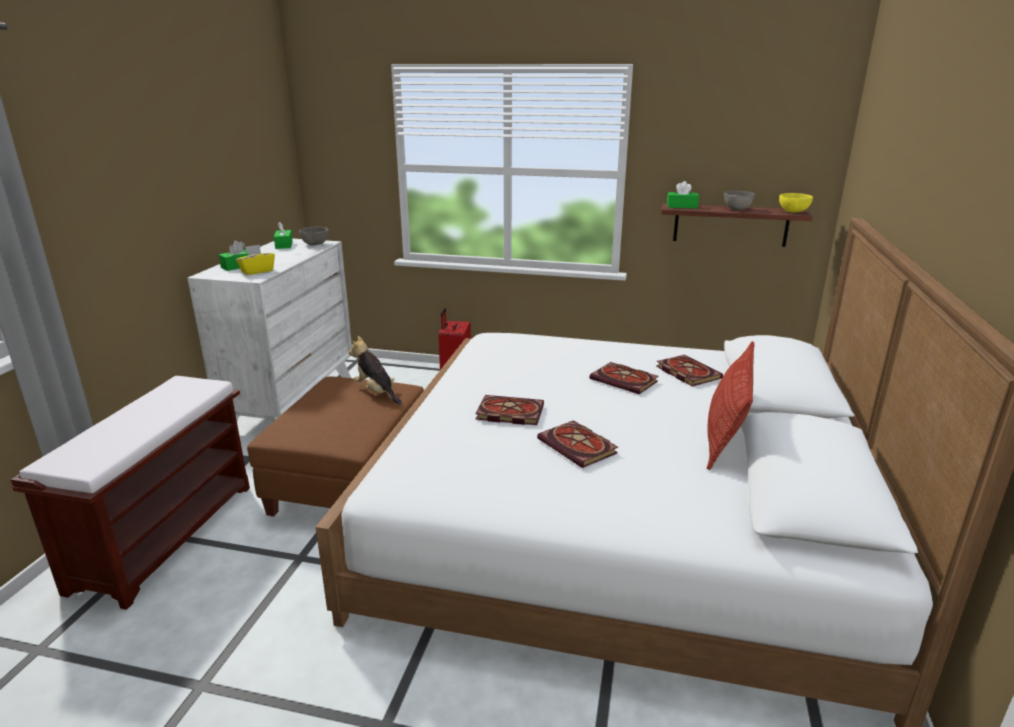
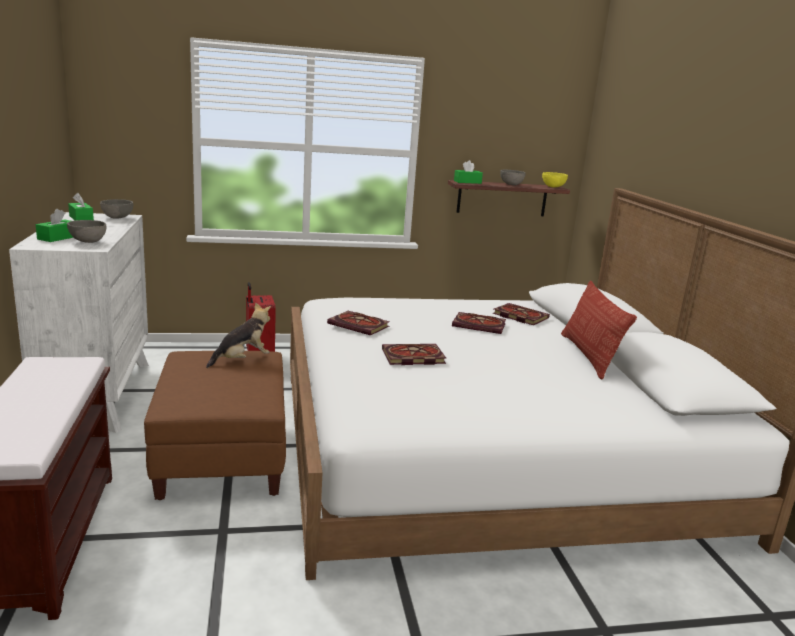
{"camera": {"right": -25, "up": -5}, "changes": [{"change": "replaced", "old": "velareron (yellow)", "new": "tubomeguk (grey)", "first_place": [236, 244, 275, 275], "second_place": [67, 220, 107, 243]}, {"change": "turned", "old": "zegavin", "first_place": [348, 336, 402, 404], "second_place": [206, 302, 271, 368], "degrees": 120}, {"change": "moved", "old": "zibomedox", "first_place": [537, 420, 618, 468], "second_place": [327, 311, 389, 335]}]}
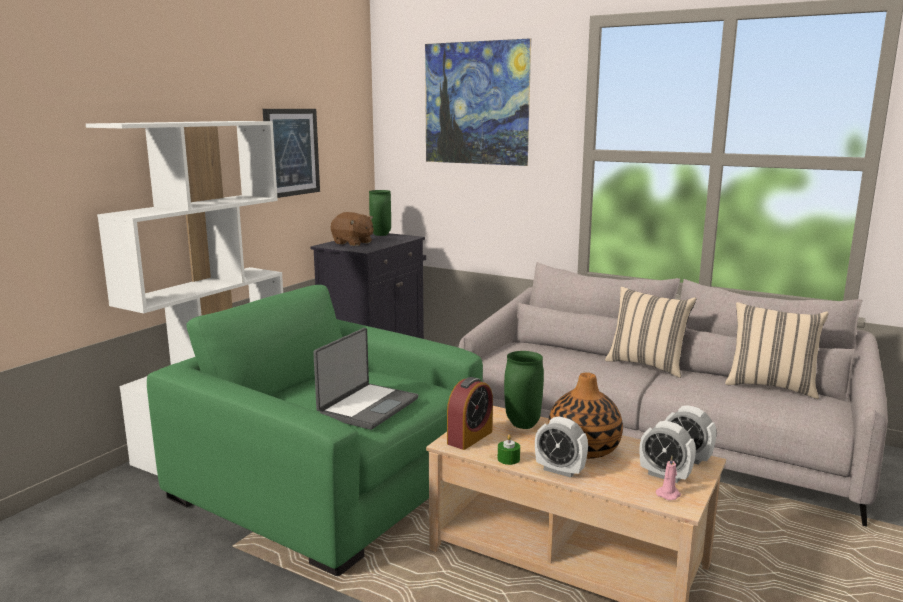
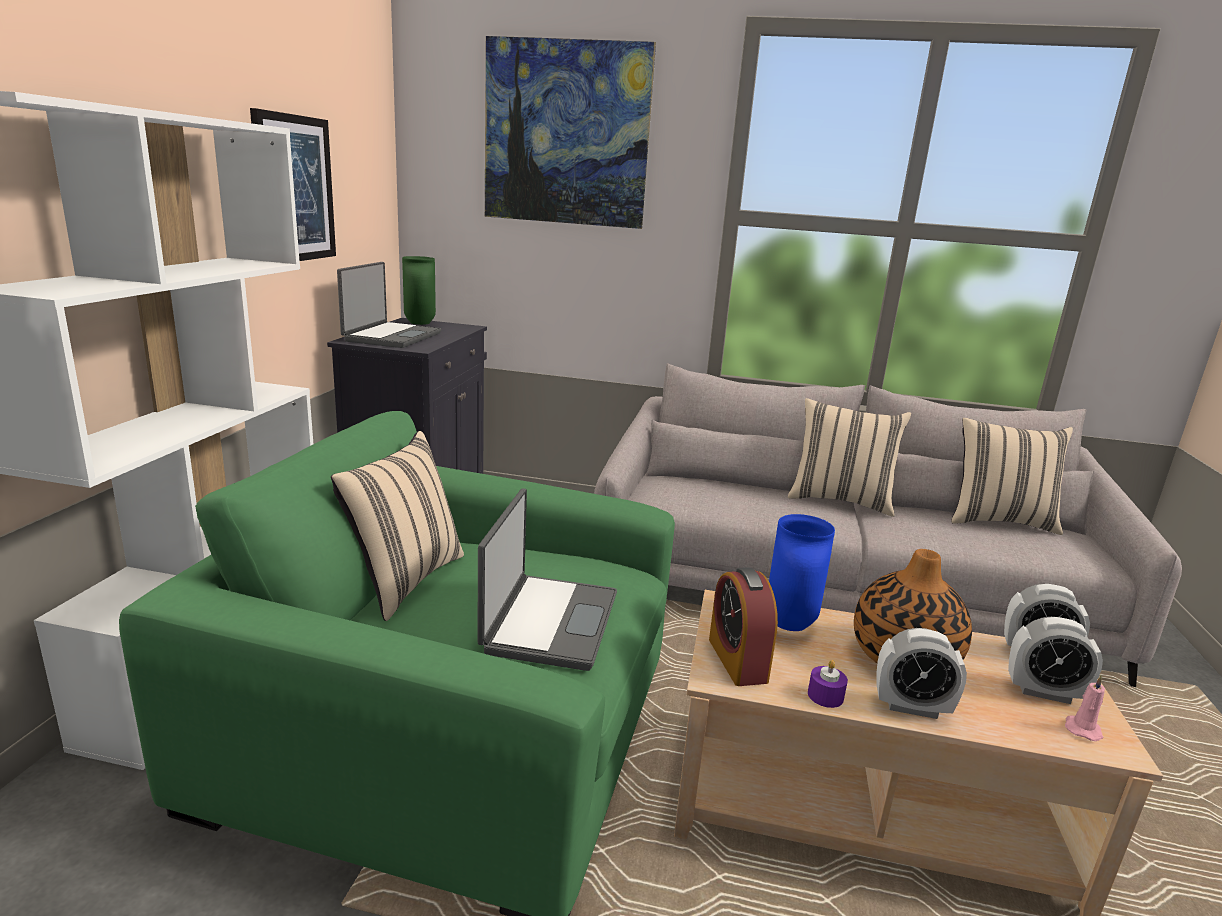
{"camera": {"right": -20, "up": 5}, "changes": [{"change": "replaced", "old": "zegavin (brown)", "new": "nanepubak", "first_place": [331, 212, 373, 246], "second_place": [337, 262, 441, 348]}, {"change": "recoloured", "old": "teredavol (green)", "new": "teredavol (blue)", "first_place": [504, 351, 544, 429], "second_place": [769, 514, 835, 631]}, {"change": "turned", "old": "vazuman", "first_place": [447, 377, 493, 450], "second_place": [709, 567, 778, 686], "degrees": 150}, {"change": "recoloured", "old": "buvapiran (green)", "new": "buvapiran (purple)", "first_place": [498, 435, 520, 465], "second_place": [808, 660, 848, 708]}, {"change": "added", "new": "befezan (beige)", "second_place": [331, 431, 464, 621]}]}
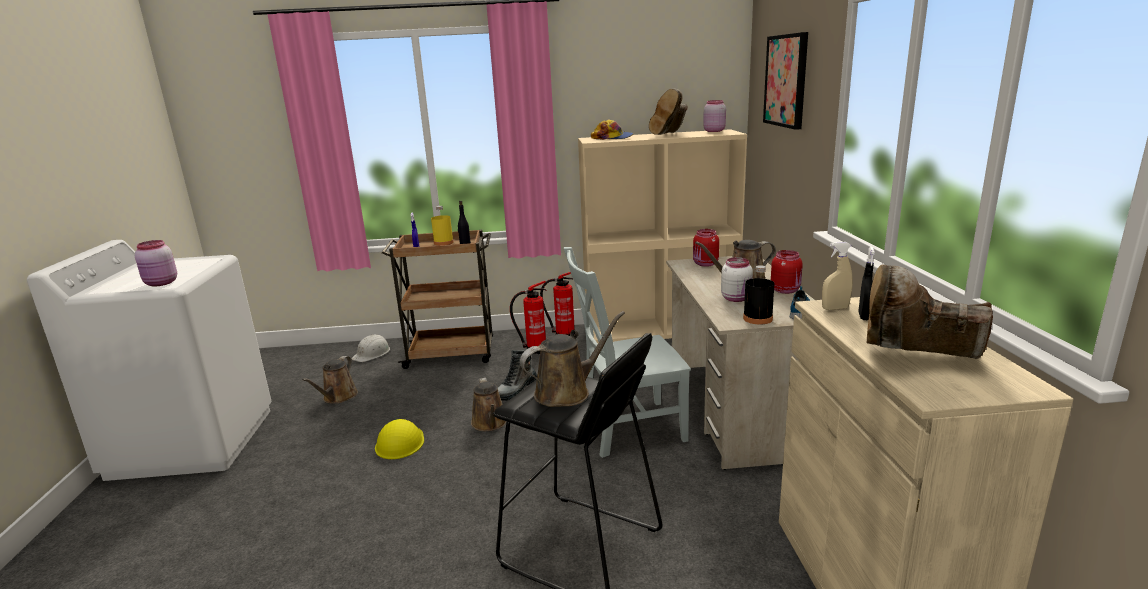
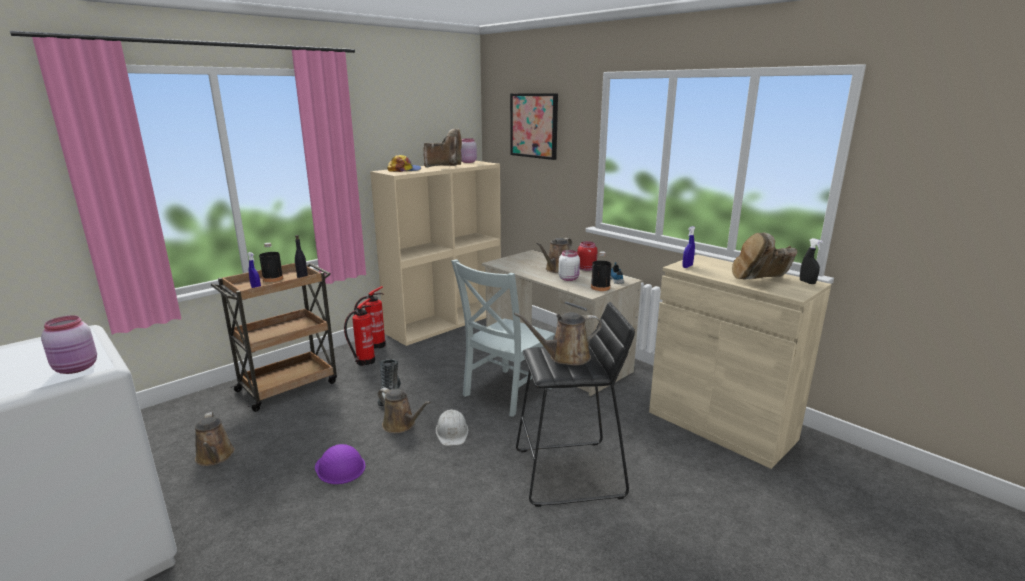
{"camera": {"right": -40, "up": 0}, "changes": [{"change": "turned", "old": "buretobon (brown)", "first_place": [649, 89, 688, 135], "second_place": [423, 128, 462, 167], "degrees": -90}, {"change": "recoloured", "old": "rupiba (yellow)", "new": "rupiba (black)", "first_place": [431, 206, 454, 246], "second_place": [259, 243, 283, 282]}, {"change": "removed", "old": "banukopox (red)", "first_place": [693, 229, 719, 267]}, {"change": "recoloured", "old": "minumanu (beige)", "new": "minumanu (blue)", "first_place": [822, 242, 853, 310], "second_place": [682, 226, 695, 268]}, {"change": "moved", "old": "minumanu (black)", "first_place": [858, 247, 875, 320], "second_place": [800, 238, 823, 284]}, {"change": "turned", "old": "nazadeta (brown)", "first_place": [520, 311, 625, 407], "second_place": [514, 312, 602, 366], "degrees": -120}, {"change": "moved", "old": "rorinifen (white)", "first_place": [351, 335, 390, 362], "second_place": [436, 409, 469, 446]}, {"change": "recoloured", "old": "rorinifen (yellow)", "new": "rorinifen (purple)", "first_place": [375, 419, 424, 459], "second_place": [315, 444, 366, 484]}]}
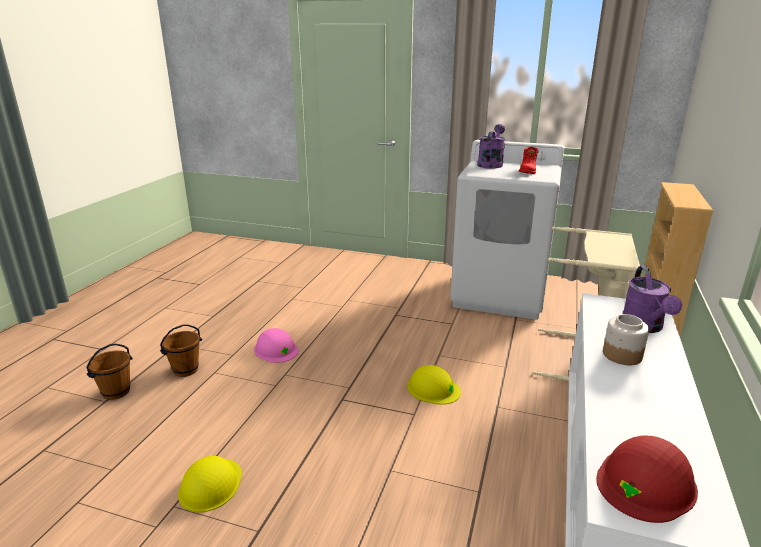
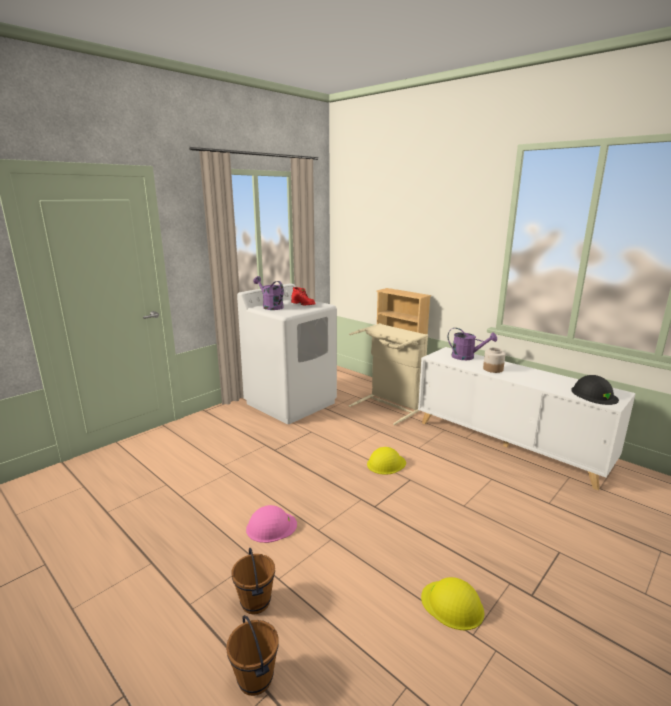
{"camera": {"right": -65, "up": -5}, "changes": [{"change": "recoloured", "old": "rorinifen (red)", "new": "rorinifen (black)", "first_place": [596, 436, 698, 523], "second_place": [571, 375, 619, 405]}]}
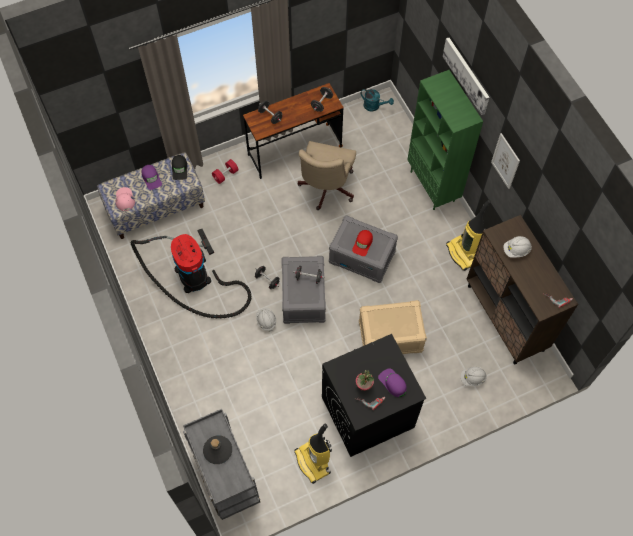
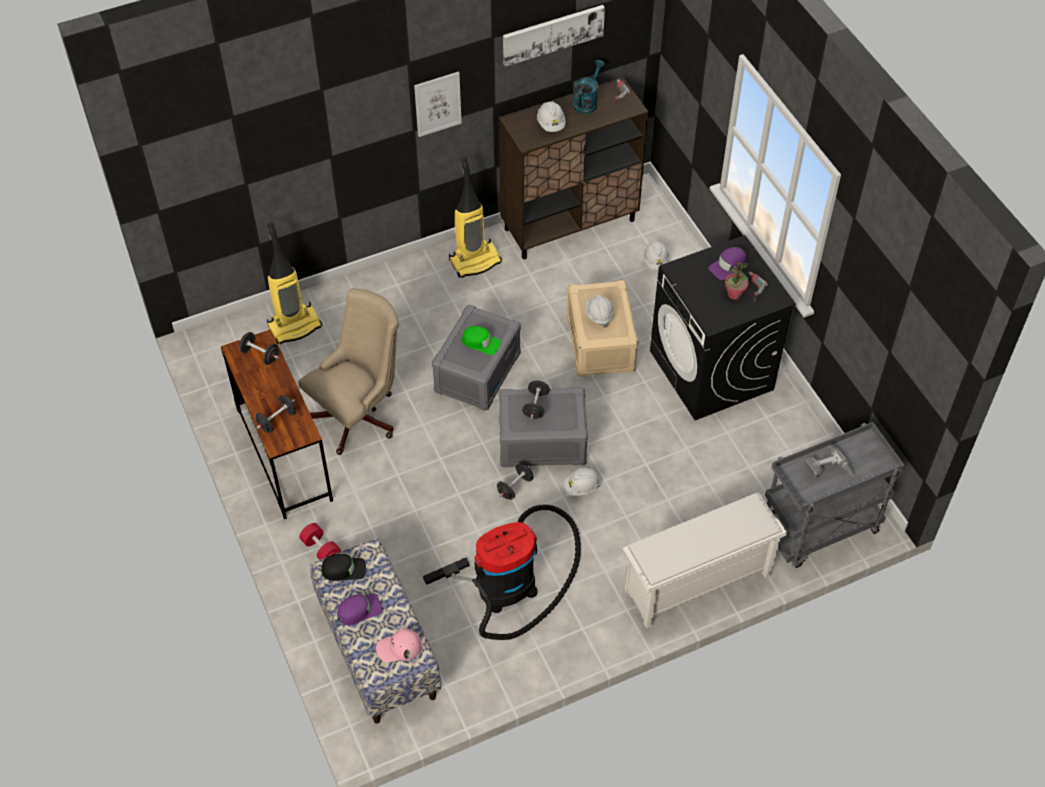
{"camera": {"right": -90, "up": -10}, "changes": [{"change": "moved", "old": "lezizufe", "first_place": [443, 38, 489, 115], "second_place": [503, 5, 605, 67]}, {"change": "removed", "old": "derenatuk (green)", "first_place": [407, 70, 483, 210]}, {"change": "moved", "old": "nazadeta (turquoise)", "first_place": [361, 89, 394, 111], "second_place": [573, 60, 605, 114]}, {"change": "turned", "old": "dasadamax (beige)", "first_place": [297, 141, 356, 210], "second_place": [298, 288, 399, 455], "degrees": -60}, {"change": "recoloured", "old": "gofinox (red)", "new": "gofinox (green)", "first_place": [352, 230, 373, 256], "second_place": [462, 326, 501, 355]}, {"change": "moved", "old": "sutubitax", "first_place": [294, 424, 332, 484], "second_place": [267, 223, 322, 344]}, {"change": "replaced", "old": "rupiba (grey)", "new": "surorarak", "first_place": [203, 435, 232, 464], "second_place": [804, 445, 854, 478]}, {"change": "added", "new": "rorinifen (white)", "second_place": [586, 294, 614, 327]}, {"change": "added", "new": "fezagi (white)", "second_place": [623, 493, 787, 629]}]}
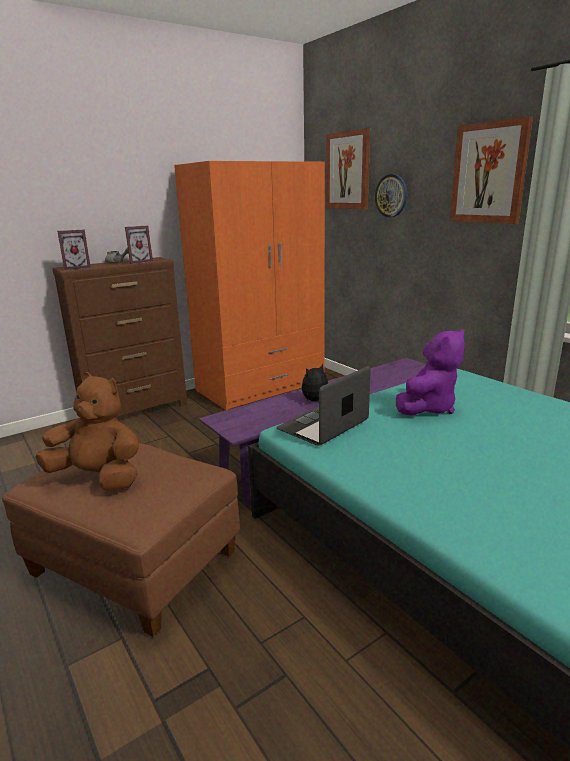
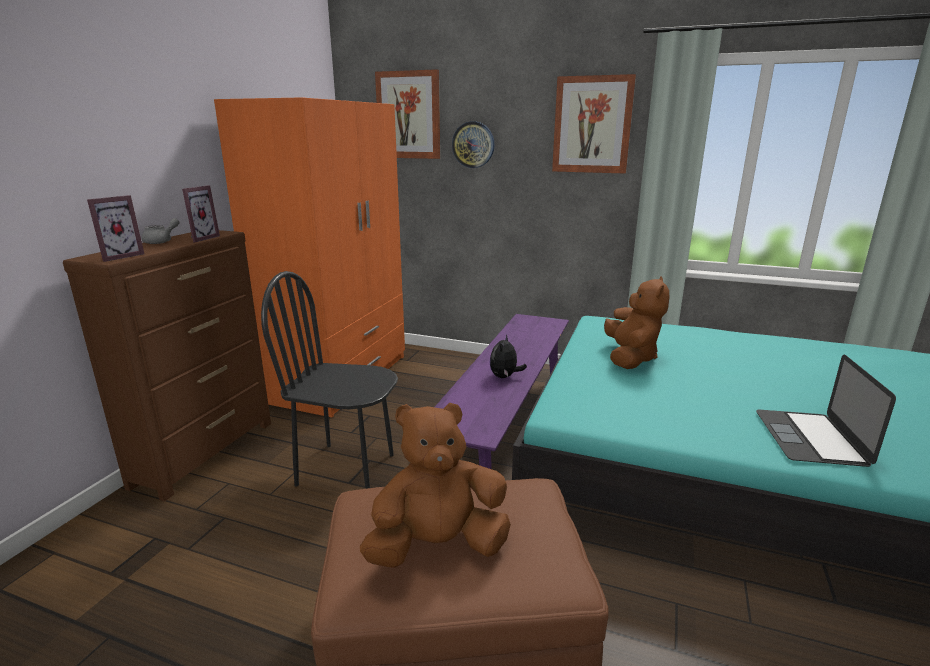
{"camera": {"right": -35, "up": 0}, "changes": [{"change": "recoloured", "old": "zegavin (purple)", "new": "zegavin (brown)", "first_place": [396, 329, 465, 416], "second_place": [604, 276, 670, 369]}, {"change": "moved", "old": "nanepubak", "first_place": [276, 366, 371, 446], "second_place": [756, 354, 896, 467]}, {"change": "added", "new": "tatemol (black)", "second_place": [261, 271, 398, 489]}]}
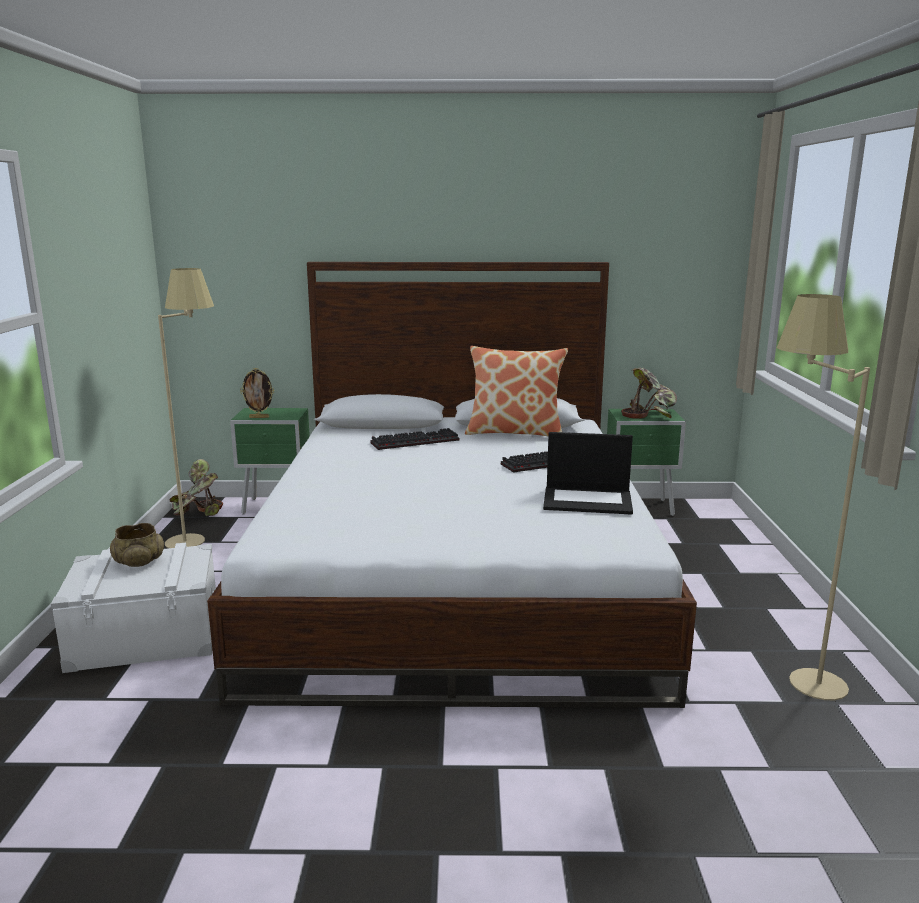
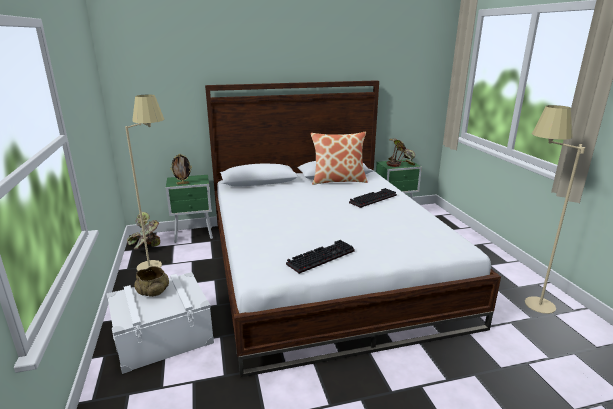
{"camera": {"right": -15, "up": 5}, "changes": [{"change": "moved", "old": "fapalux", "first_place": [370, 428, 459, 450], "second_place": [286, 240, 355, 274]}, {"change": "removed", "old": "nanepubak", "first_place": [543, 432, 633, 515]}]}
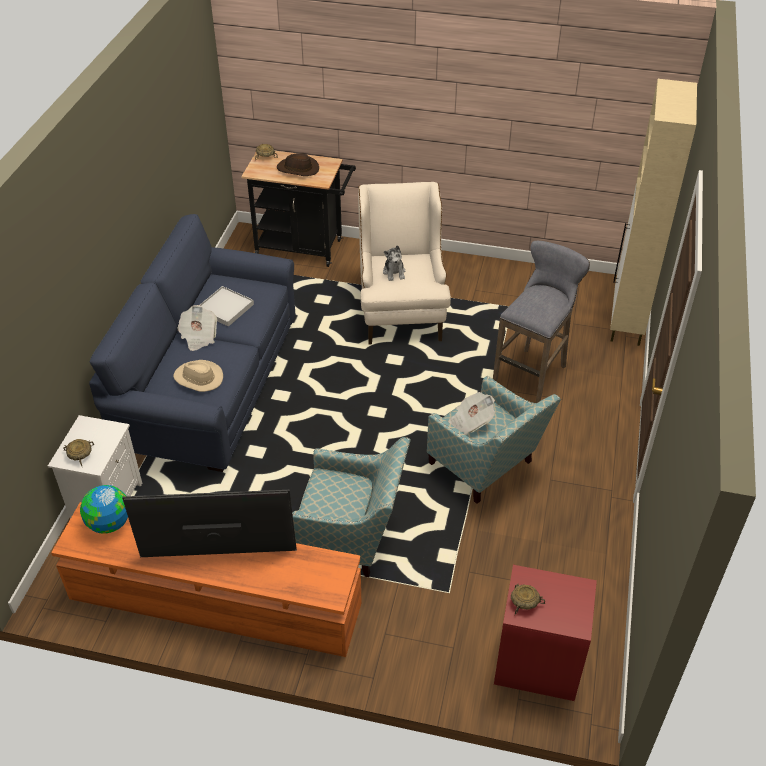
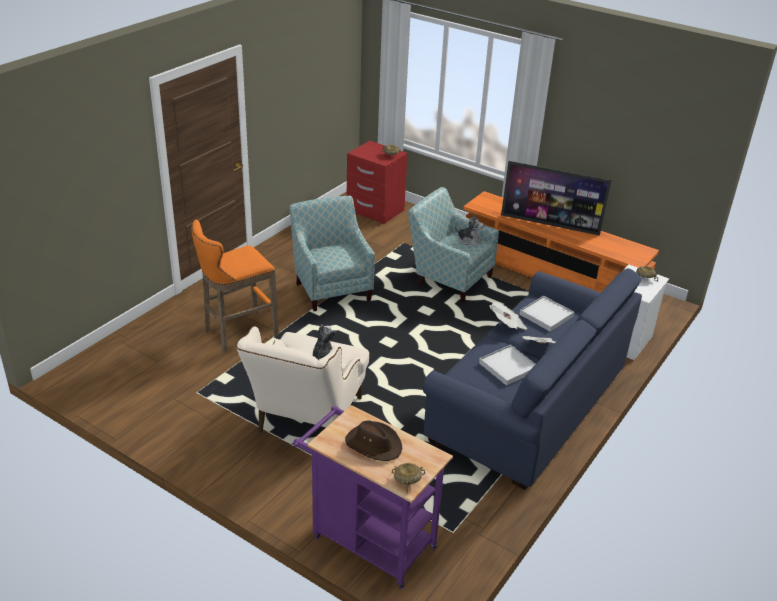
{"camera": {"right": -160, "up": -10}, "changes": [{"change": "removed", "old": "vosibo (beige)", "first_place": [610, 79, 697, 346]}, {"change": "recoloured", "old": "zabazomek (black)", "new": "zabazomek (purple)", "first_place": [241, 151, 356, 267], "second_place": [294, 405, 453, 589]}, {"change": "recoloured", "old": "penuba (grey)", "new": "penuba (orange)", "first_place": [493, 241, 590, 403], "second_place": [192, 220, 279, 353]}, {"change": "replaced", "old": "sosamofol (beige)", "new": "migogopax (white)", "first_place": [173, 360, 223, 392], "second_place": [520, 296, 574, 332]}, {"change": "moved", "old": "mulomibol", "first_place": [448, 392, 495, 435], "second_place": [489, 302, 527, 330]}, {"change": "removed", "old": "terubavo", "first_place": [80, 485, 128, 534]}, {"change": "added", "new": "zegavin", "second_place": [455, 214, 484, 246]}]}
